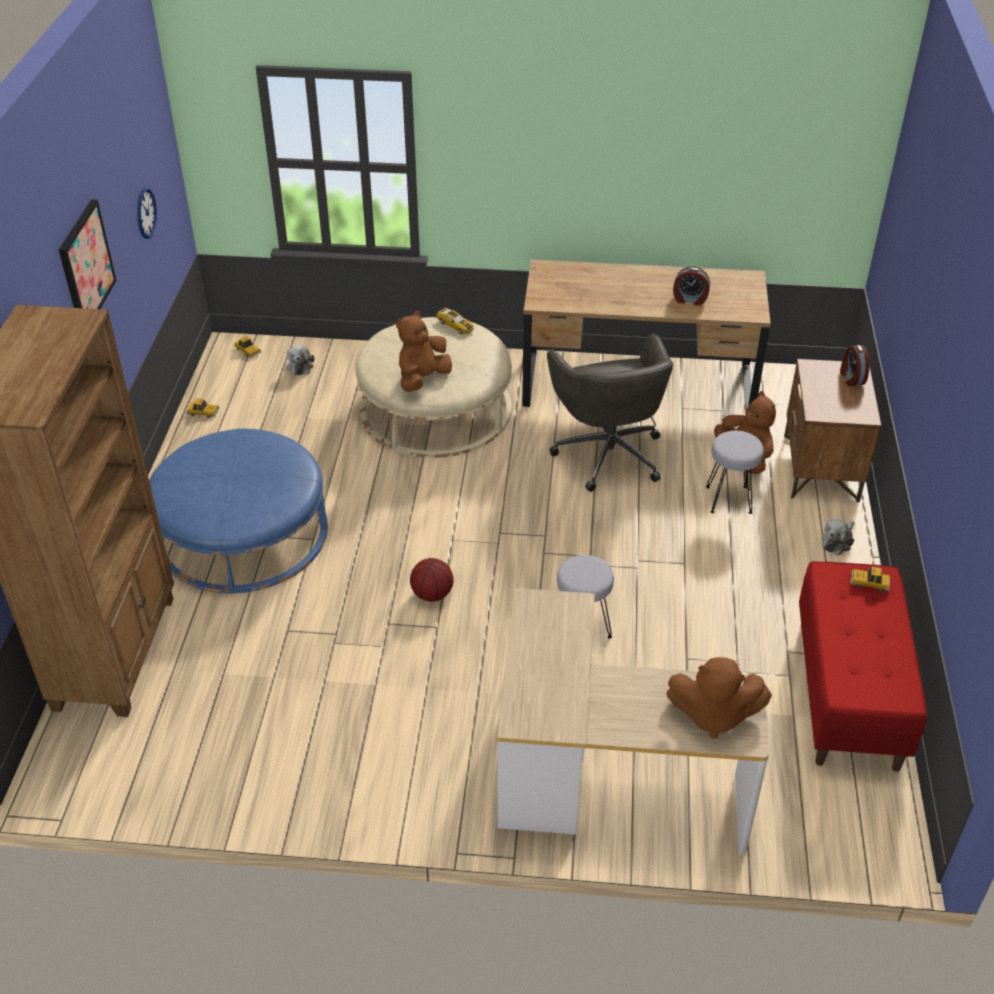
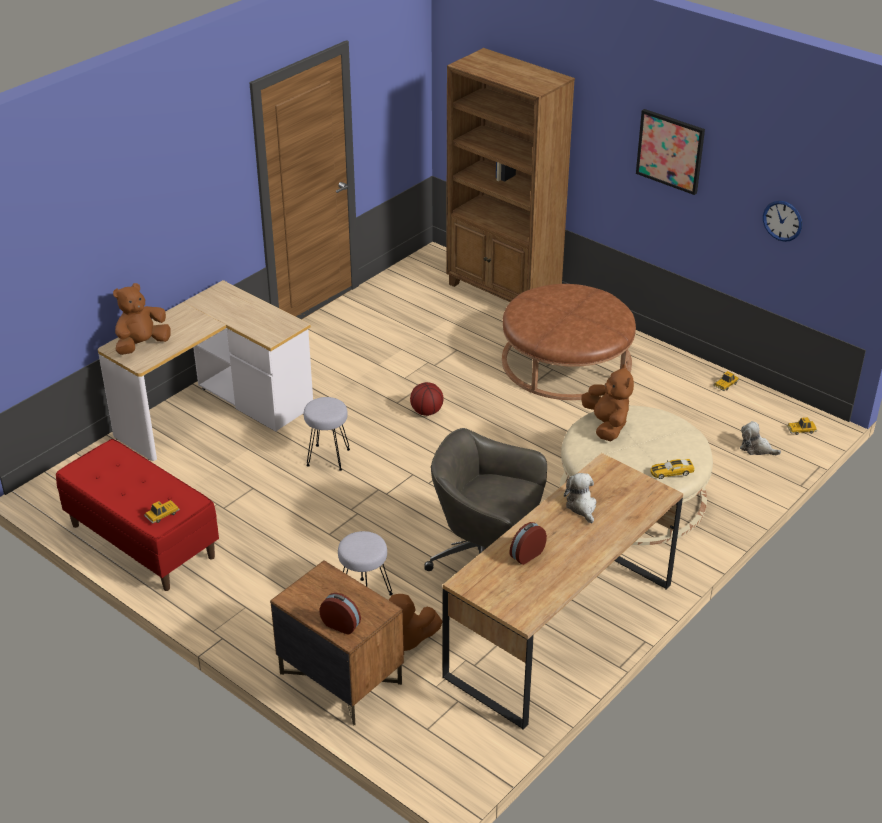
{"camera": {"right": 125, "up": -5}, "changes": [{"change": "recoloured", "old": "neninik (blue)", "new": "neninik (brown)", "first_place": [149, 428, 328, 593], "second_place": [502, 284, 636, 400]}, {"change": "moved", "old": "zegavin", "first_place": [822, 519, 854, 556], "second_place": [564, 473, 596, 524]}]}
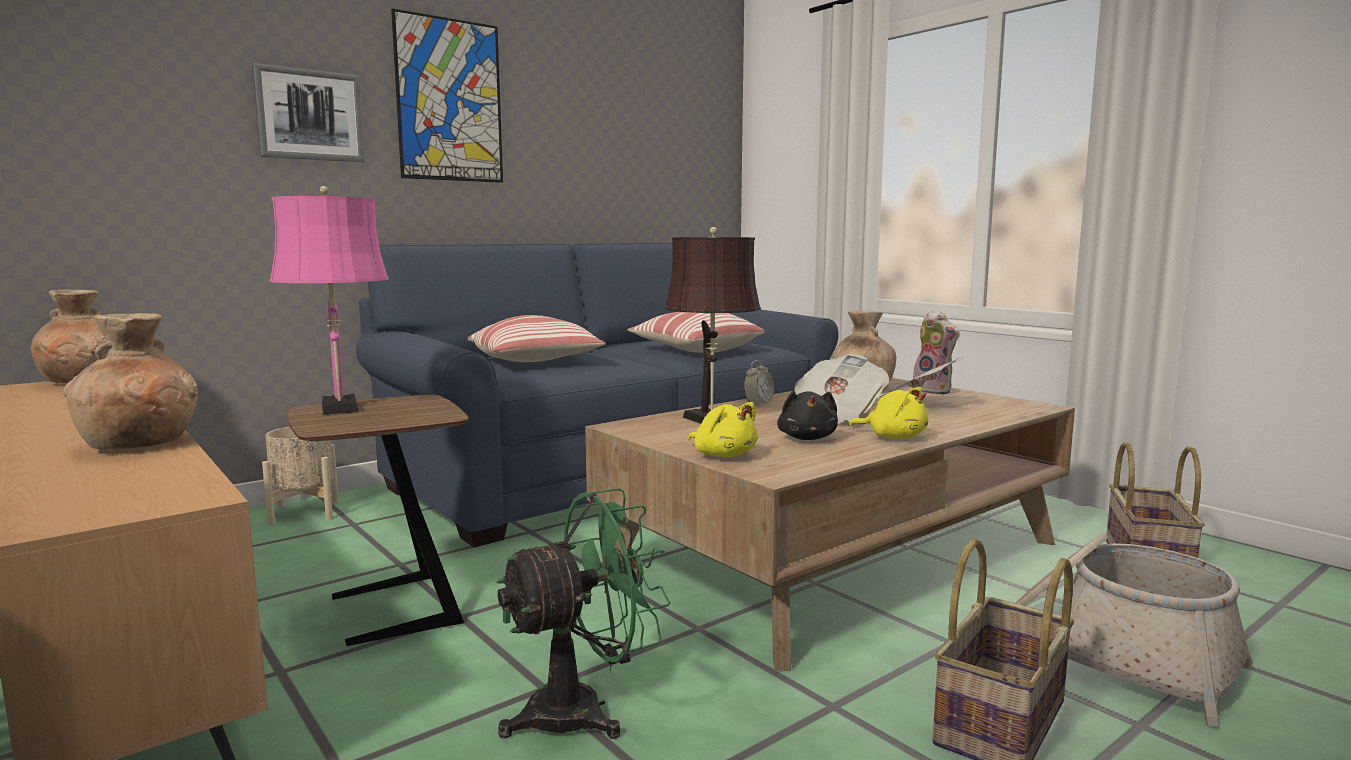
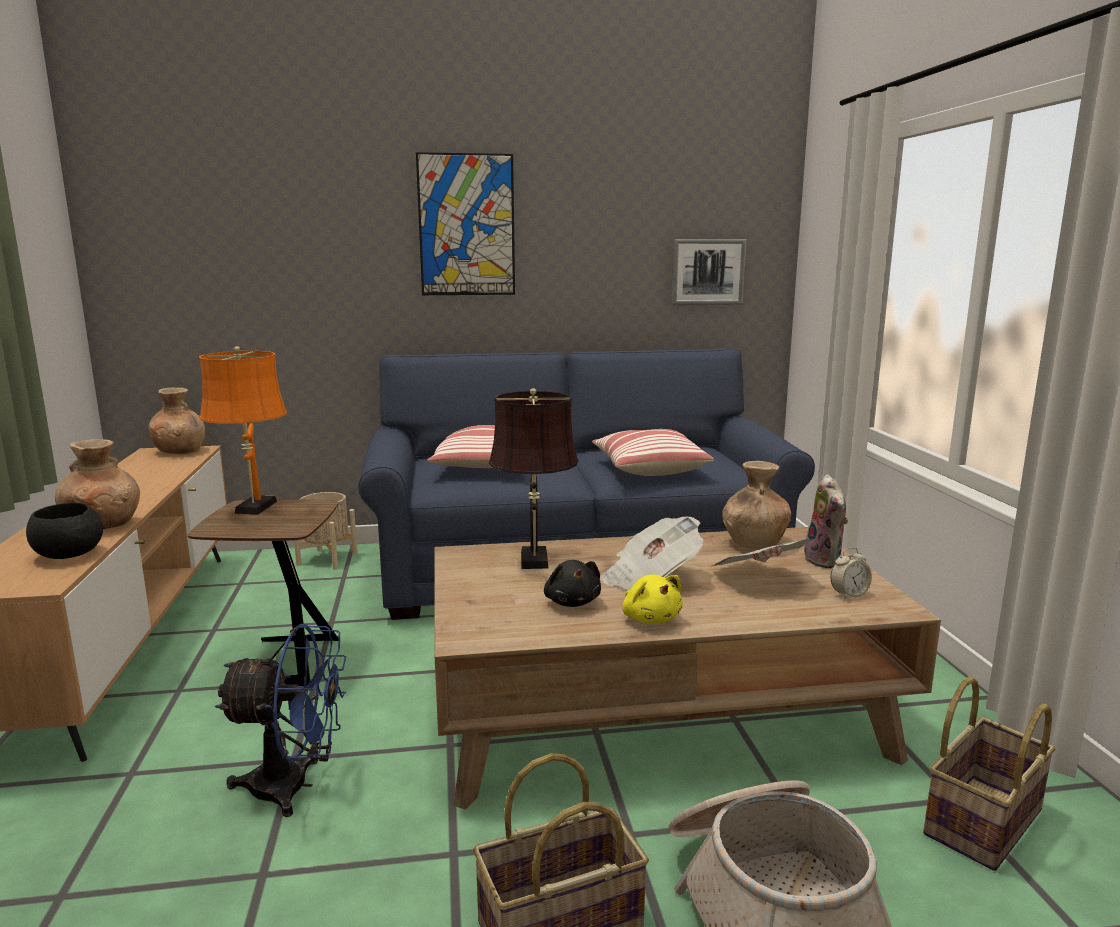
{"camera": {"right": 30, "up": 5}, "changes": [{"change": "moved", "old": "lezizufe", "first_place": [252, 63, 365, 162], "second_place": [671, 239, 747, 305]}, {"change": "recoloured", "old": "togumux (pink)", "new": "togumux (orange)", "first_place": [269, 186, 389, 415], "second_place": [199, 346, 287, 514]}, {"change": "moved", "old": "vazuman", "first_place": [743, 360, 774, 406], "second_place": [830, 547, 872, 599]}, {"change": "turned", "old": "zegavin (black)", "first_place": [777, 390, 838, 440], "second_place": [544, 560, 601, 607], "degrees": -45}, {"change": "removed", "old": "zegavin (yellow)", "first_place": [688, 402, 758, 457]}, {"change": "recoloured", "old": "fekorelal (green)", "new": "fekorelal (blue)", "first_place": [497, 488, 671, 739], "second_place": [215, 624, 346, 817]}, {"change": "added", "new": "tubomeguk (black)", "second_place": [26, 503, 103, 559]}]}
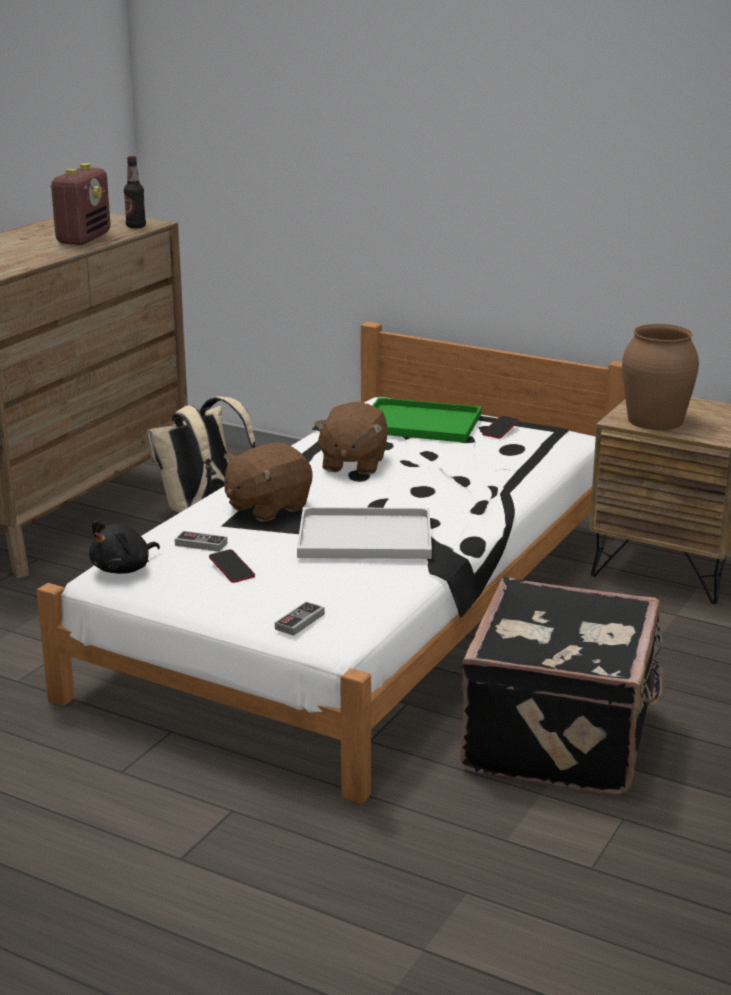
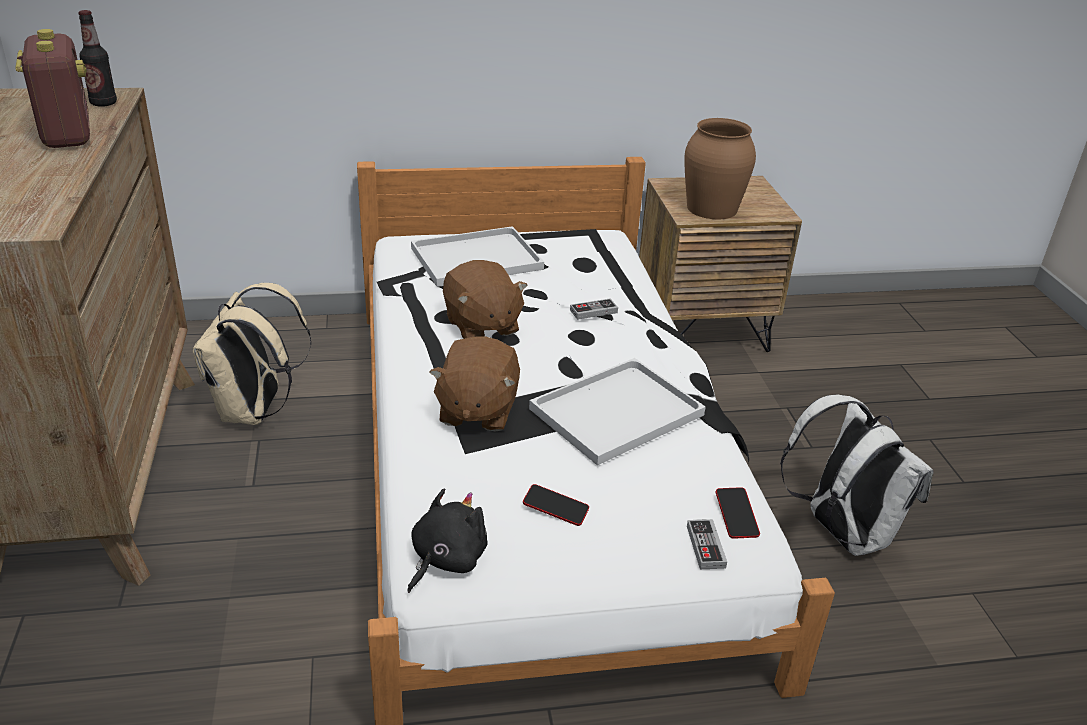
{"camera": {"right": -40, "up": 10}, "changes": [{"change": "recoloured", "old": "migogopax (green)", "new": "migogopax (white)", "first_place": [372, 397, 482, 443], "second_place": [411, 226, 544, 287]}, {"change": "moved", "old": "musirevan", "first_place": [482, 416, 519, 439], "second_place": [716, 487, 760, 539]}, {"change": "turned", "old": "zegavin (black)", "first_place": [89, 521, 160, 574], "second_place": [407, 489, 488, 593], "degrees": -150}, {"change": "moved", "old": "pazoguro", "first_place": [175, 531, 227, 552], "second_place": [570, 299, 618, 320]}, {"change": "replaced", "old": "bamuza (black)", "new": "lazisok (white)", "first_place": [460, 577, 666, 795], "second_place": [780, 395, 933, 556]}]}
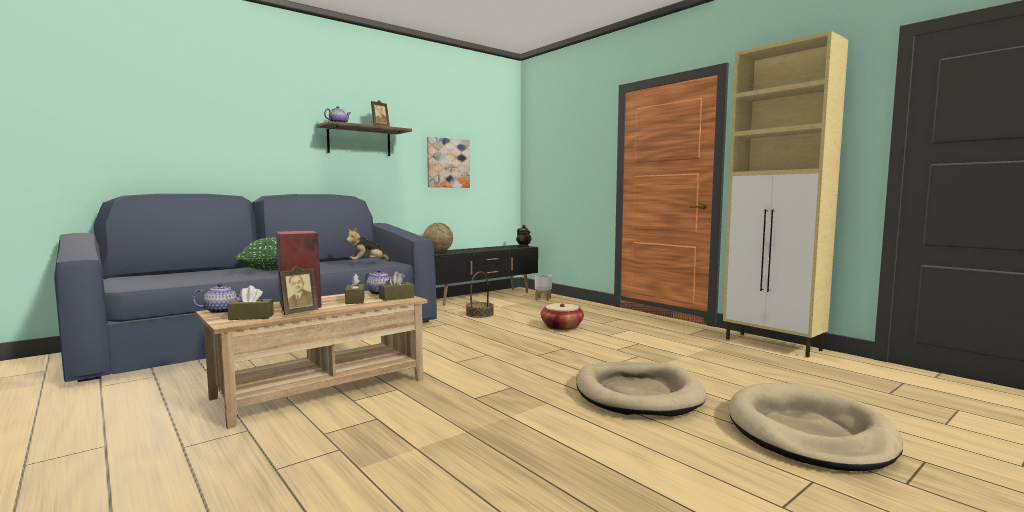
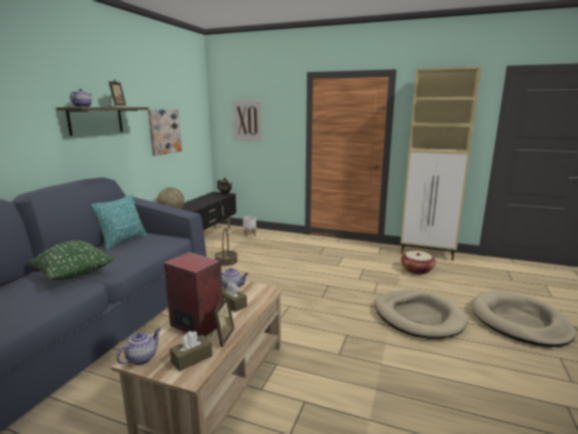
{"camera": {"right": -30, "up": 10}, "changes": [{"change": "removed", "old": "zegavin", "first_place": [346, 228, 391, 261]}, {"change": "removed", "old": "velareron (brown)", "first_place": [379, 271, 414, 301]}, {"change": "moved", "old": "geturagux", "first_place": [541, 303, 584, 331], "second_place": [401, 251, 436, 274]}, {"change": "added", "new": "lezizufe", "second_place": [232, 100, 263, 141]}, {"change": "added", "new": "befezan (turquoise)", "second_place": [91, 194, 147, 250]}]}
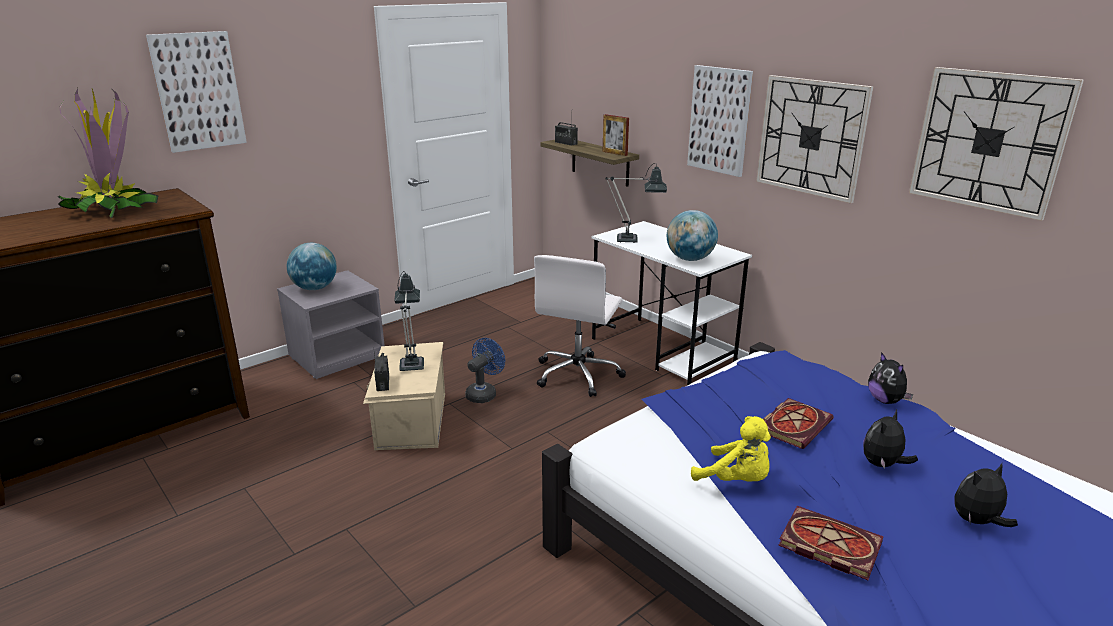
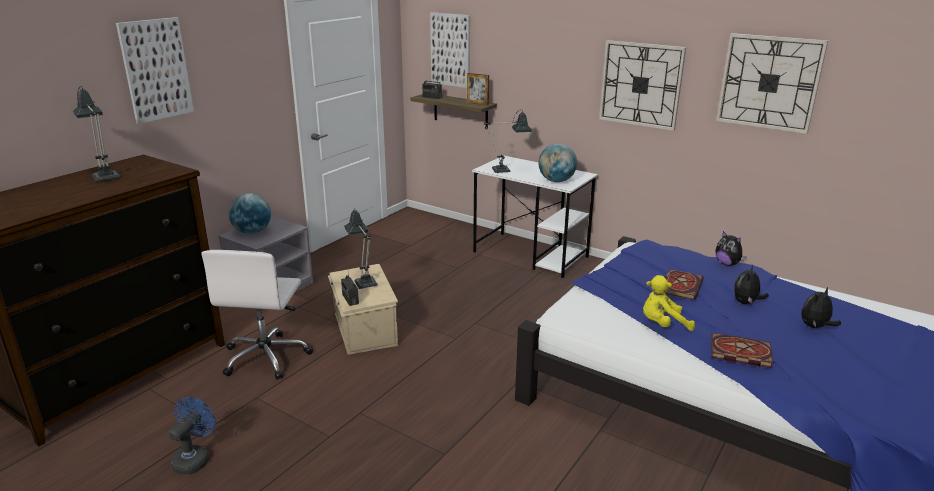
{"camera": {"right": -15, "up": 0}, "changes": [{"change": "moved", "old": "lezizufe", "first_place": [687, 65, 753, 177], "second_place": [430, 12, 470, 88]}, {"change": "replaced", "old": "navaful", "new": "togumux", "first_place": [58, 87, 158, 218], "second_place": [73, 86, 121, 181]}, {"change": "moved", "old": "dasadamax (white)", "first_place": [534, 255, 626, 397], "second_place": [201, 250, 313, 380]}, {"change": "moved", "old": "fekorelal (blue)", "first_place": [465, 338, 505, 403], "second_place": [168, 397, 216, 474]}, {"change": "turned", "old": "zegavin (yellow)", "first_place": [691, 416, 771, 482], "second_place": [643, 275, 695, 331], "degrees": 150}]}
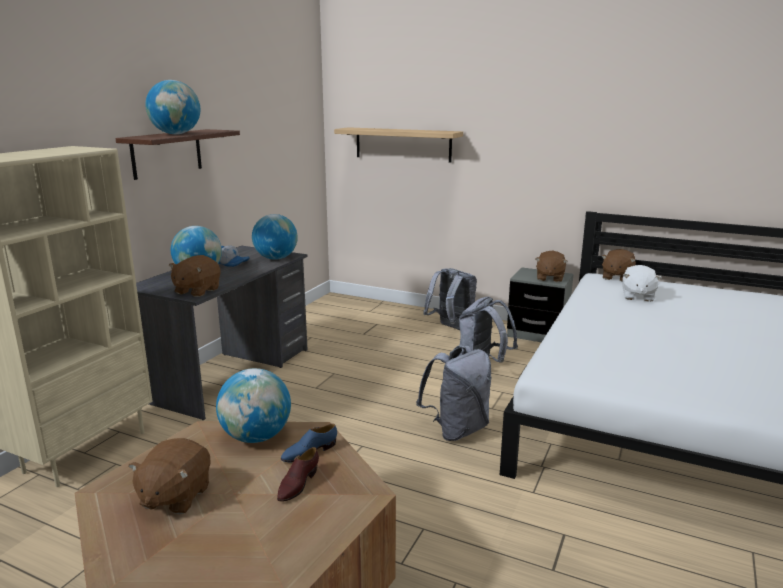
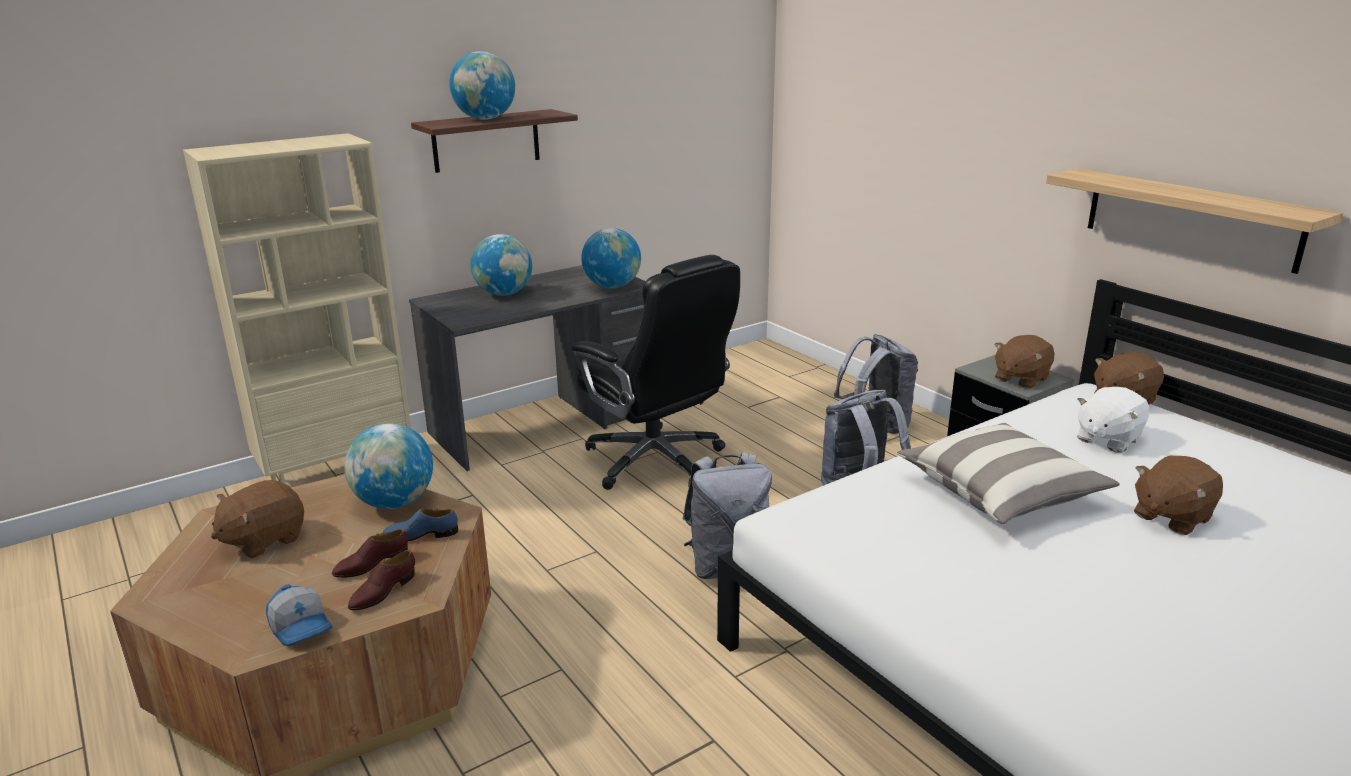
{"camera": {"right": 30, "up": 5}, "changes": [{"change": "moved", "old": "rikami", "first_place": [334, 127, 463, 163], "second_place": [1046, 168, 1343, 274]}, {"change": "moved", "old": "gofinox", "first_place": [218, 245, 250, 267], "second_place": [266, 584, 333, 646]}, {"change": "moved", "old": "zegavin (brown)", "first_place": [169, 255, 220, 297], "second_place": [1134, 456, 1223, 535]}, {"change": "added", "new": "dasadamax (black)", "second_place": [572, 255, 740, 490]}, {"change": "added", "new": "befezan", "second_place": [897, 423, 1120, 524]}, {"change": "added", "new": "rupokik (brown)", "second_place": [348, 550, 415, 610]}]}
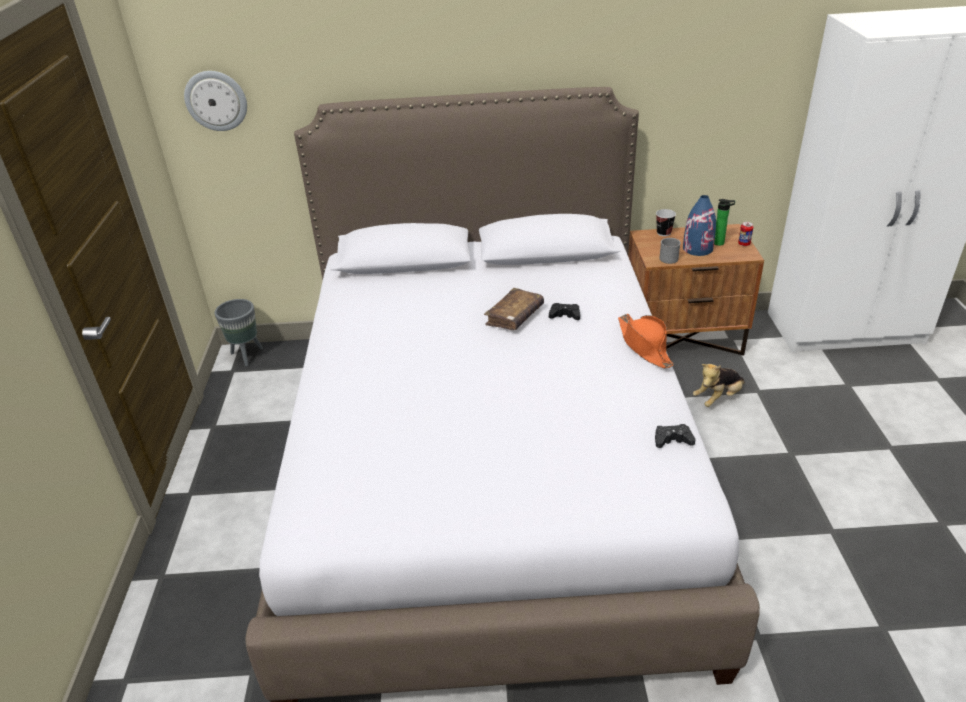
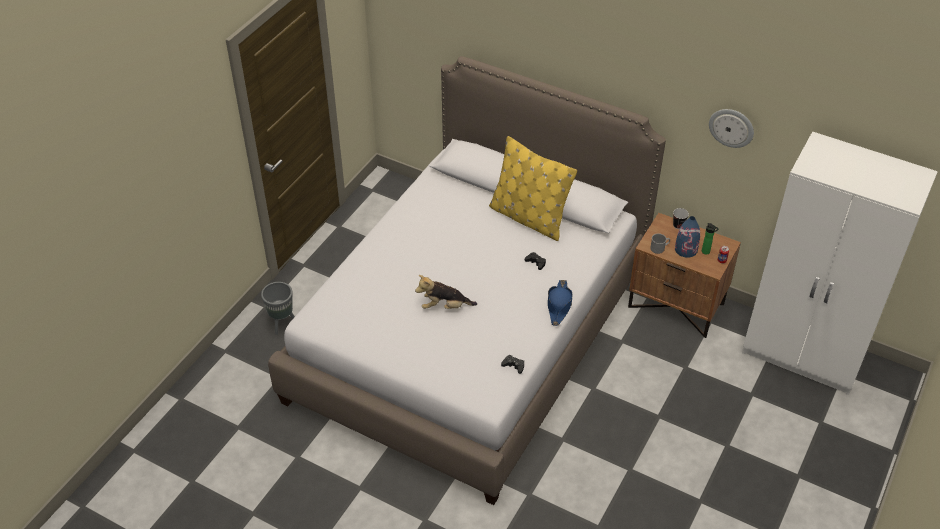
{"camera": {"right": 30, "up": 10}, "changes": [{"change": "moved", "old": "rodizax", "first_place": [184, 71, 247, 131], "second_place": [709, 109, 754, 148]}, {"change": "removed", "old": "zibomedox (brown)", "first_place": [484, 288, 544, 330]}, {"change": "moved", "old": "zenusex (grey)", "first_place": [214, 299, 263, 366], "second_place": [261, 282, 295, 334]}, {"change": "recoloured", "old": "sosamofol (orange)", "new": "sosamofol (blue)", "first_place": [618, 314, 674, 369], "second_place": [548, 280, 573, 326]}, {"change": "moved", "old": "zegavin", "first_place": [693, 364, 745, 407], "second_place": [415, 275, 477, 309]}, {"change": "added", "new": "befezan (yellow)", "second_place": [489, 136, 577, 241]}]}
